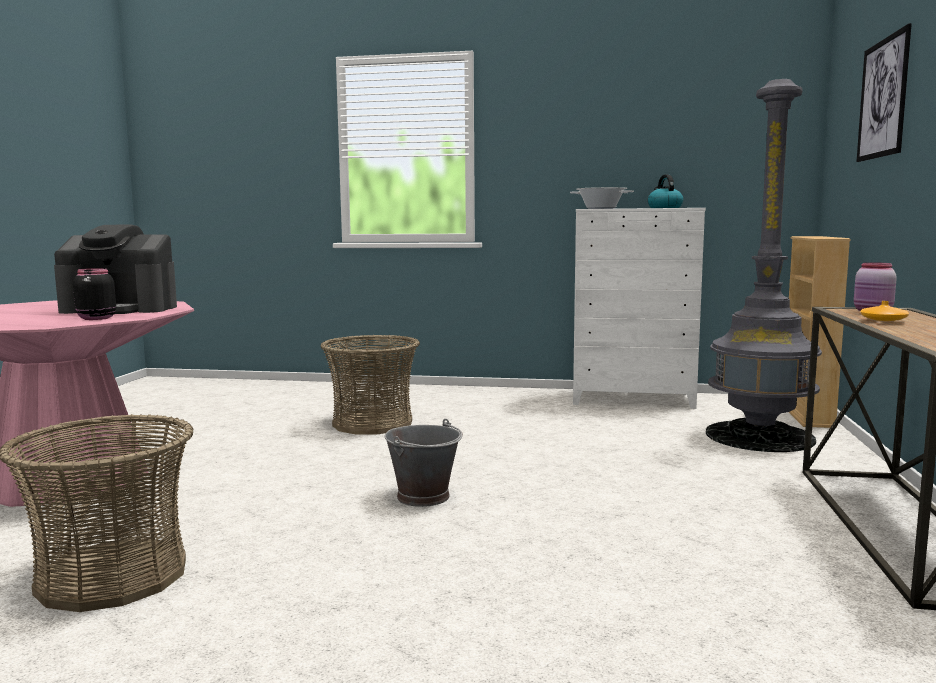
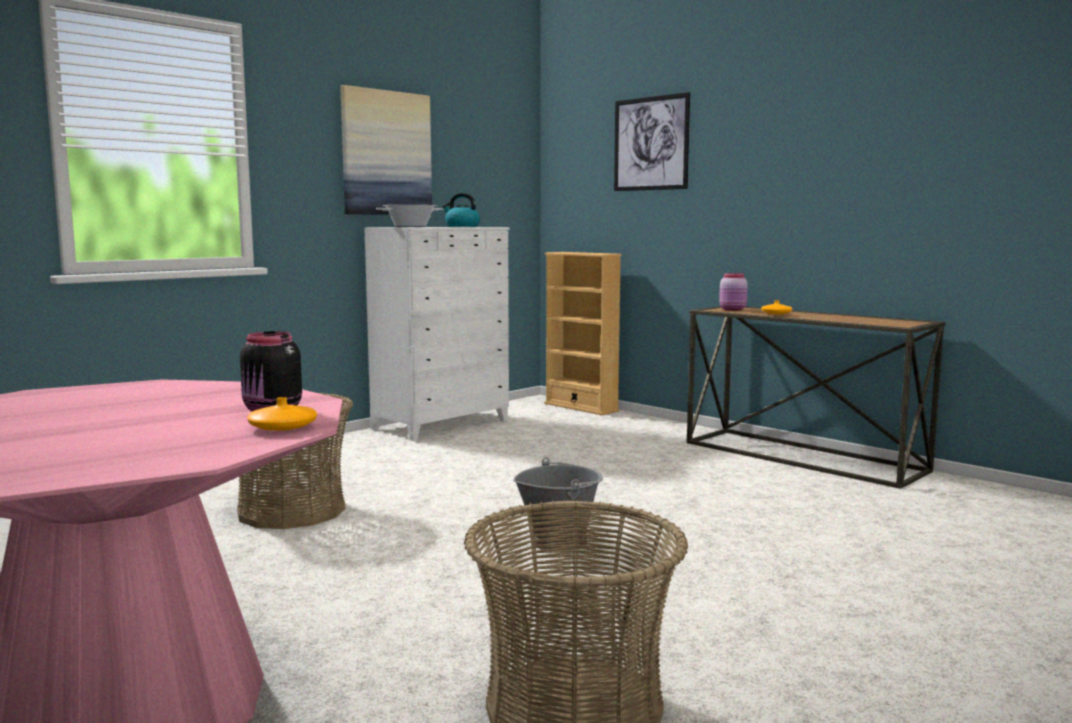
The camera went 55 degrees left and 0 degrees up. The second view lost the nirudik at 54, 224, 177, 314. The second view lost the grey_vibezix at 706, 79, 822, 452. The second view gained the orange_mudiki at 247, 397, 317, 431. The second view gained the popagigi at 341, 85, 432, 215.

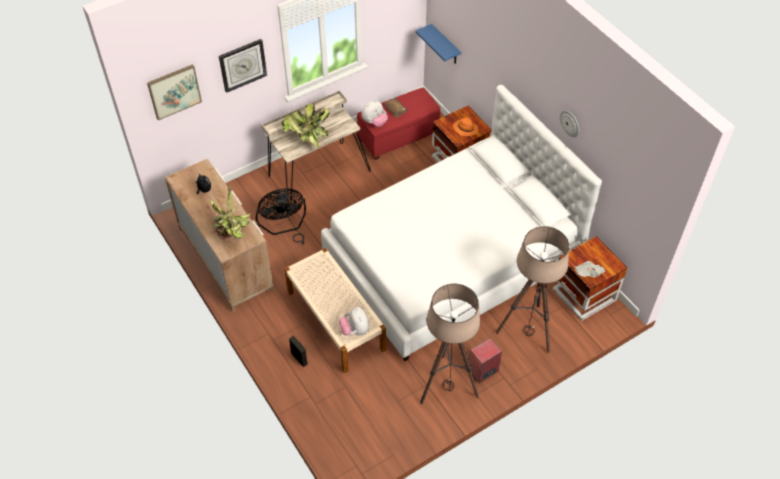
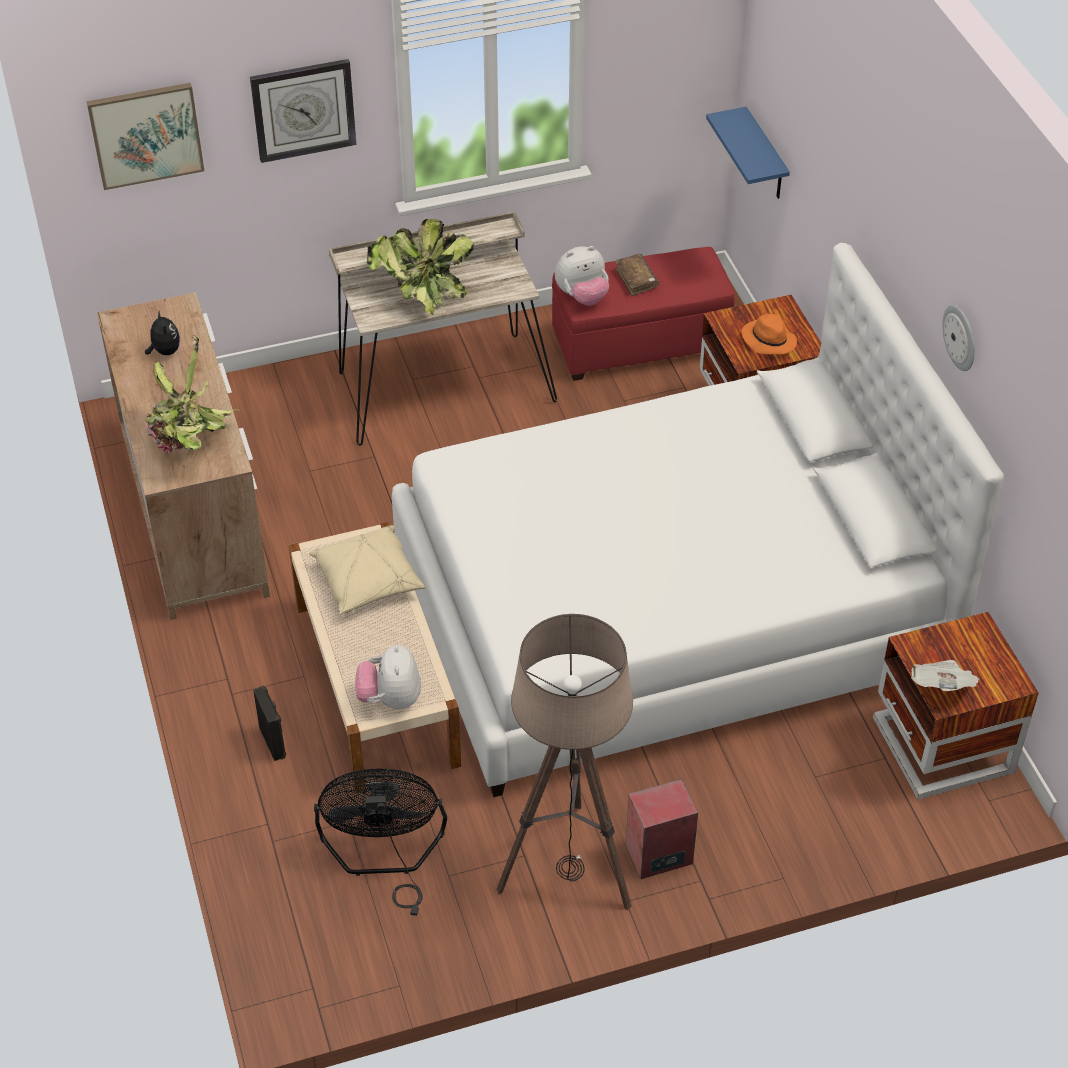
The camera went 15 degrees right and 5 degrees down. The second view lost the vibezix at 496, 226, 569, 353. The second view gained the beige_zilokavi at 309, 525, 426, 615. The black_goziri ended up elsewhere, having gone from 255, 188, 306, 245 to 314, 769, 447, 916.

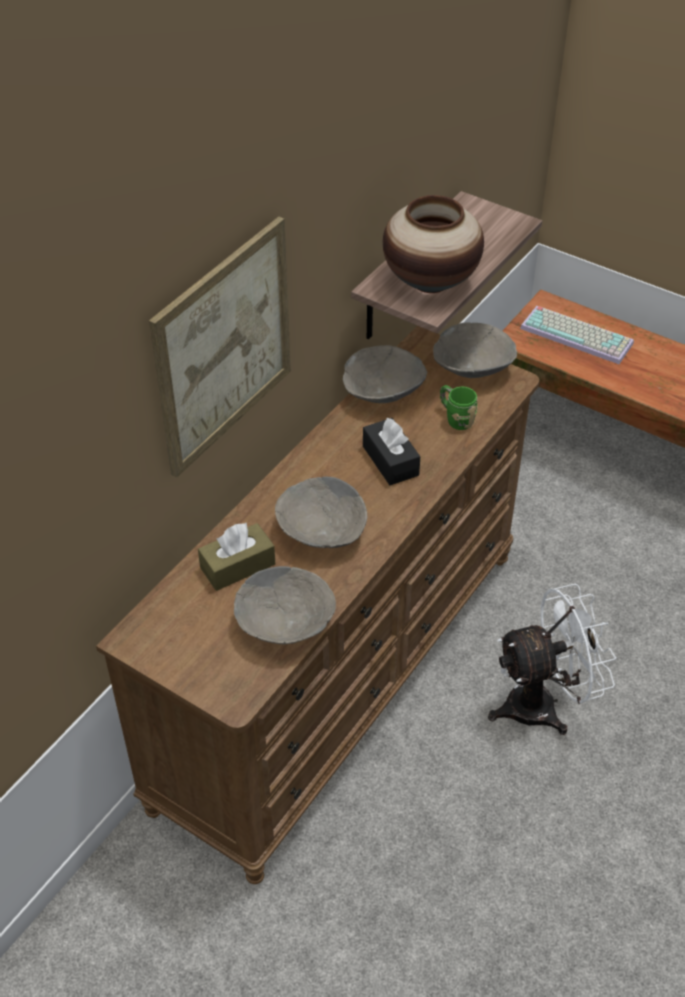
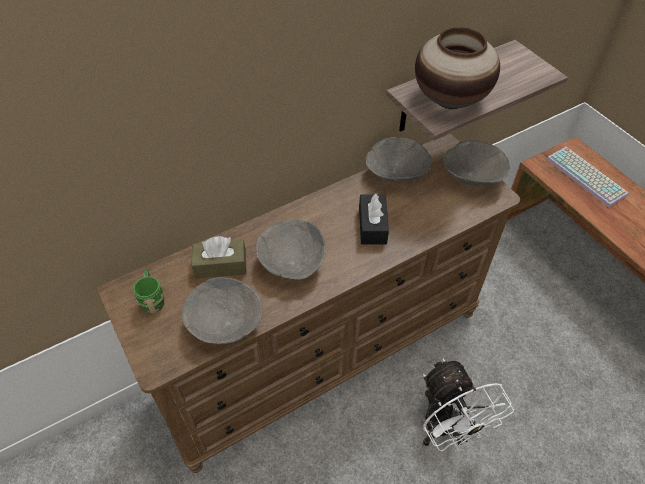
The camera went 25 degrees right and 5 degrees up. The second view lost the popagigi at 149, 216, 291, 478. The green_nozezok ended up elsewhere, having gone from 440, 385, 478, 430 to 134, 270, 164, 313. The white_goziri at 488, 584, 616, 735 ended up facing another way, 60 degrees clockwise from before.

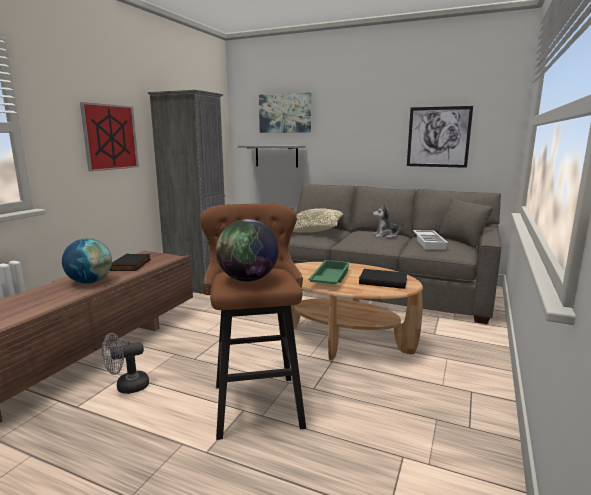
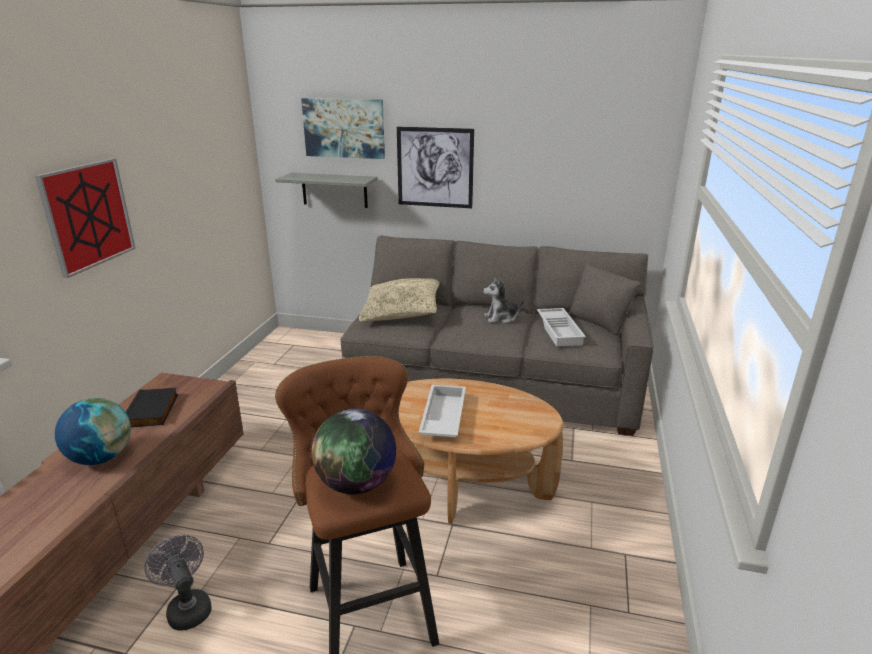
The camera went 10 degrees left and 10 degrees up. The second view lost the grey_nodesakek at 148, 90, 226, 294. The second view lost the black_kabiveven at 359, 269, 407, 289. The popagigi ended up elsewhere, having gone from 407, 106, 473, 168 to 397, 127, 474, 208. What was the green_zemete at 308, 260, 350, 285 turned into the white_zemete at 419, 385, 466, 437. The grey_goziri at 102, 333, 149, 394 ended up facing another way, 90 degrees clockwise from before.

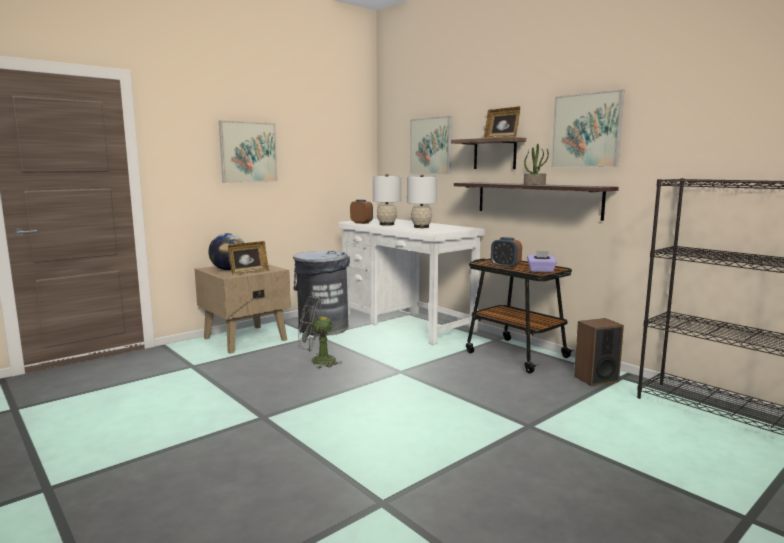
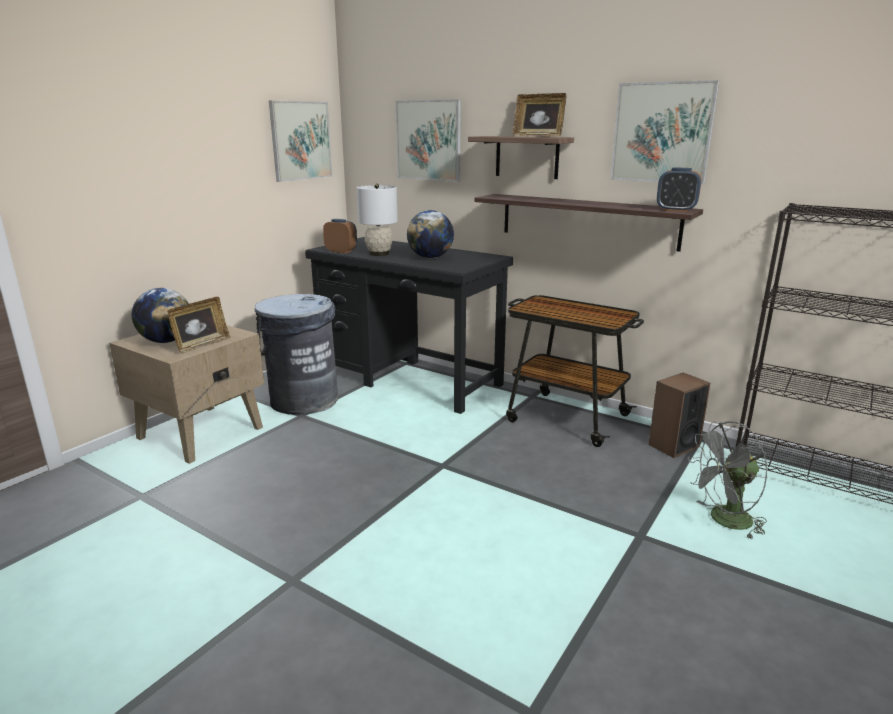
The camera went 15 degrees left and 10 degrees up. The second view lost the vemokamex at 524, 144, 549, 185. The second view lost the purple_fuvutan at 527, 251, 557, 272. The popagigi ended up elsewhere, having gone from 219, 120, 278, 183 to 269, 101, 333, 182. The grey_goziri ended up elsewhere, having gone from 298, 296, 343, 368 to 688, 421, 767, 539. The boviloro ended up elsewhere, having gone from 491, 237, 522, 268 to 657, 168, 701, 212. Where the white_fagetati stood at 407, 174, 437, 228, the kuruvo came to stand at 407, 210, 454, 258. What was the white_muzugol at 338, 219, 485, 345 turned into the black_muzugol at 305, 237, 513, 414.

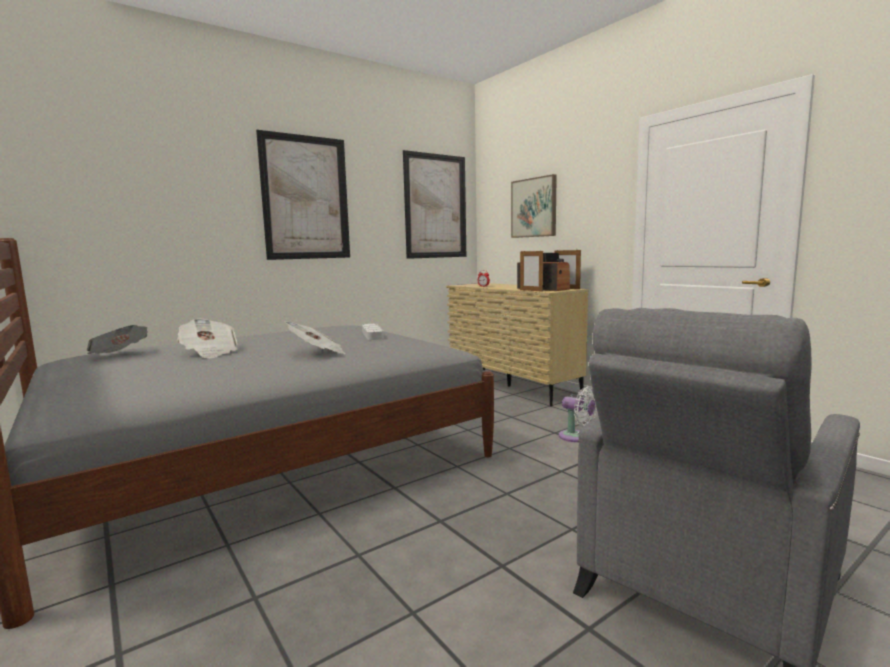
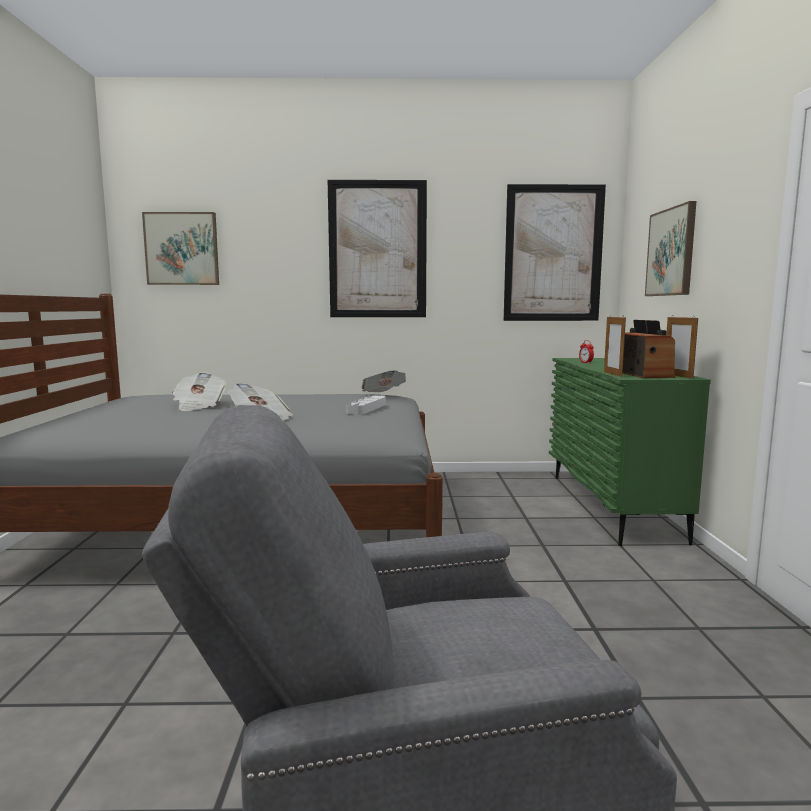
The camera went 35 degrees right and 0 degrees up. The second view lost the white_goziri at 559, 387, 597, 442. The second view gained the popagigi at 142, 212, 219, 285. The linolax ended up elsewhere, having gone from 87, 325, 148, 354 to 361, 370, 406, 392. What was the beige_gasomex at 446, 283, 589, 406 turned into the green_gasomex at 549, 358, 711, 546.

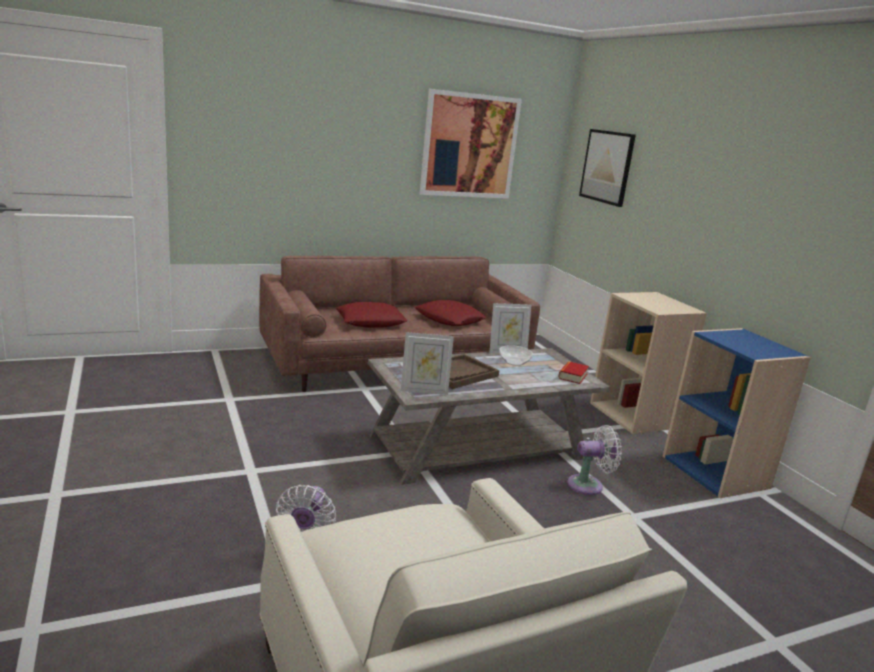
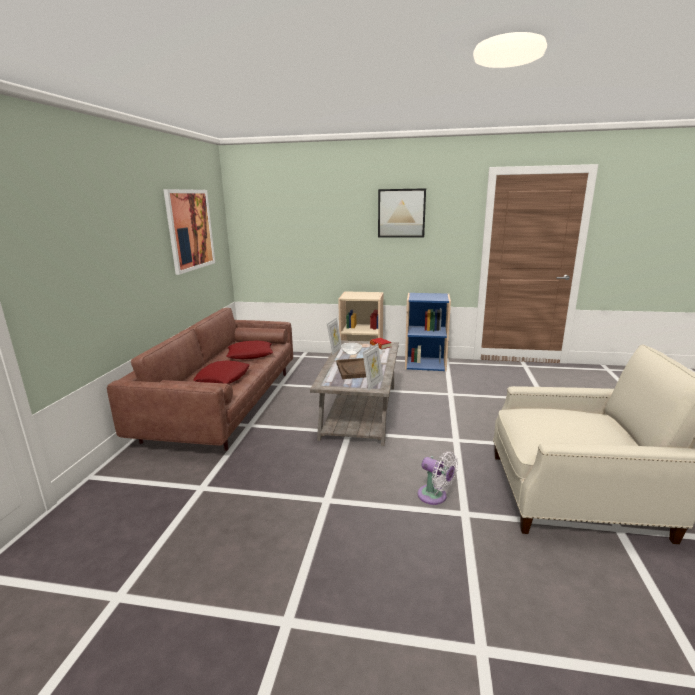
The camera went 55 degrees left and 0 degrees up. The second view lost the white_goziri at 567, 425, 622, 495. The popagigi ended up elsewhere, having gone from 579, 129, 636, 207 to 378, 188, 426, 238.

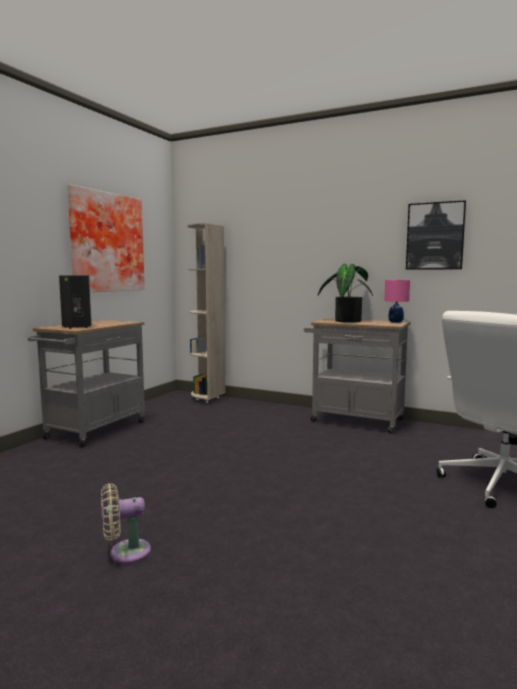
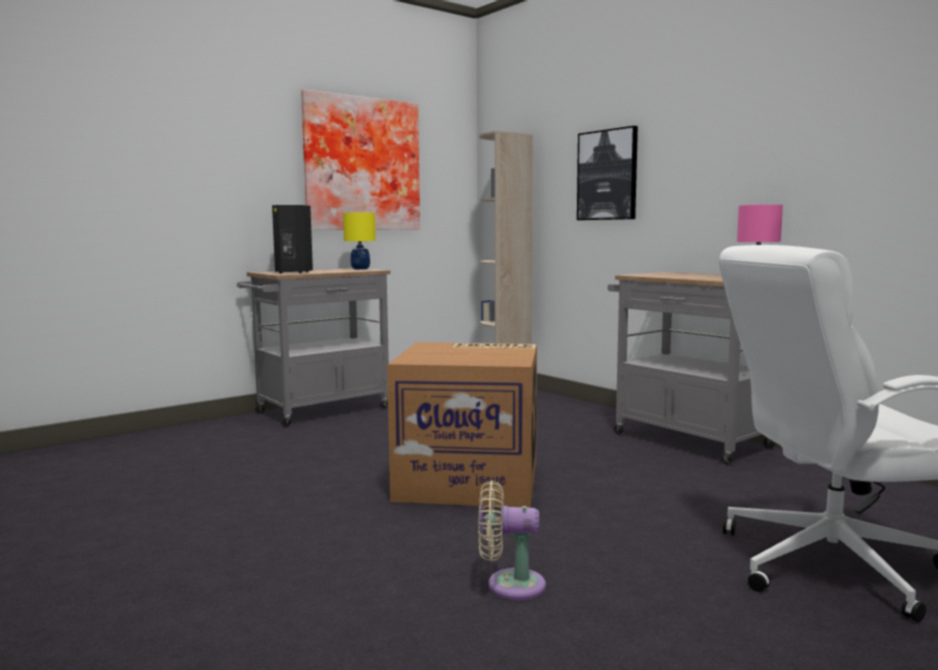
The camera went 25 degrees right and 0 degrees up. The second view lost the vemokamex at 318, 264, 373, 323. The second view gained the yellow_fagetati at 343, 212, 376, 269. The second view gained the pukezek at 387, 342, 537, 508. The beige_goziri ended up elsewhere, having gone from 101, 483, 151, 564 to 478, 480, 546, 600. The popagigi ended up elsewhere, having gone from 406, 200, 466, 270 to 577, 126, 638, 220.

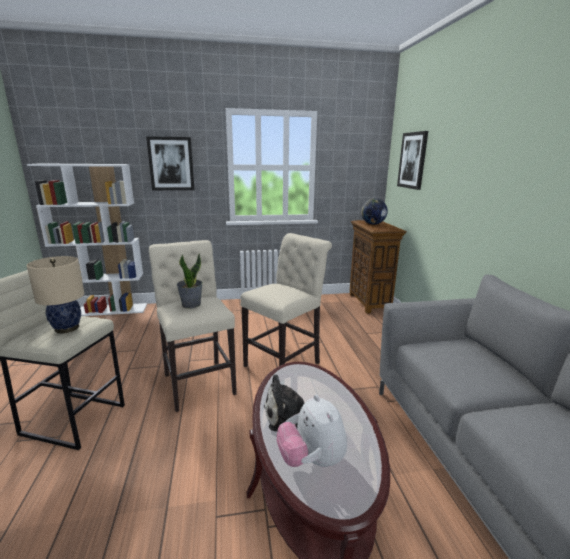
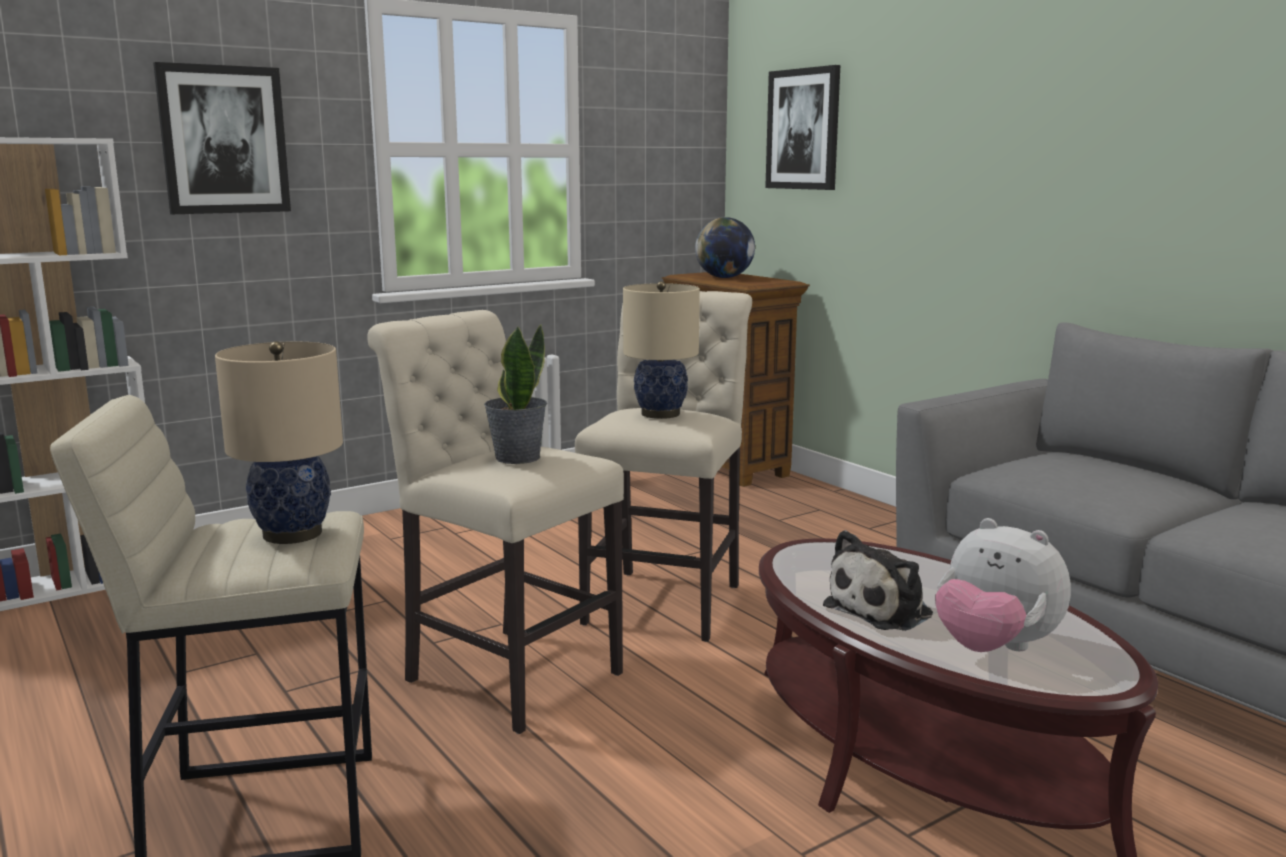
The camera went 25 degrees left and 5 degrees down. The second view gained the beige_fagetati at 623, 281, 700, 419.

